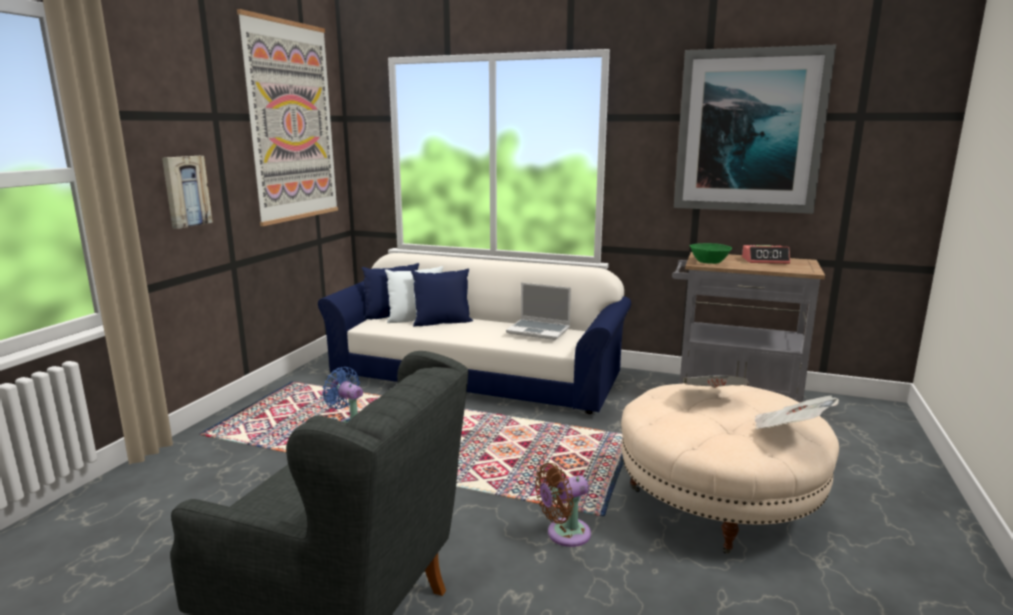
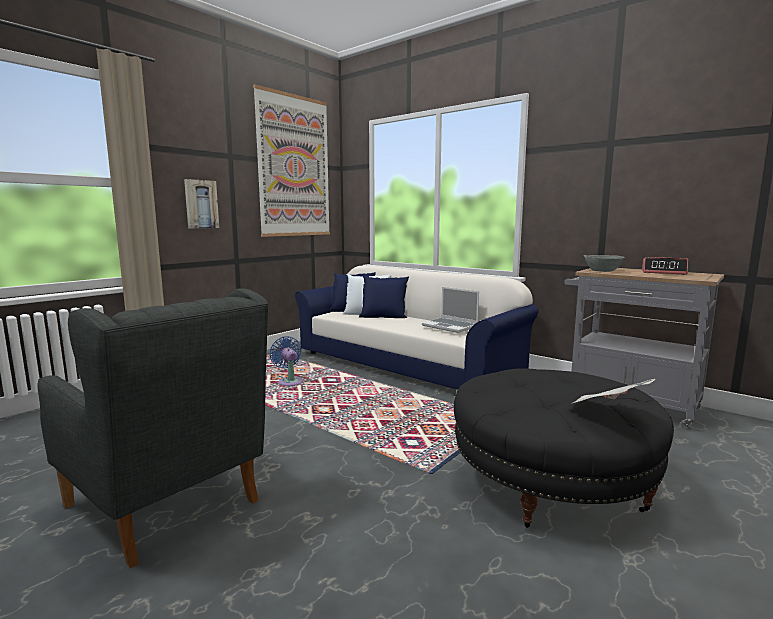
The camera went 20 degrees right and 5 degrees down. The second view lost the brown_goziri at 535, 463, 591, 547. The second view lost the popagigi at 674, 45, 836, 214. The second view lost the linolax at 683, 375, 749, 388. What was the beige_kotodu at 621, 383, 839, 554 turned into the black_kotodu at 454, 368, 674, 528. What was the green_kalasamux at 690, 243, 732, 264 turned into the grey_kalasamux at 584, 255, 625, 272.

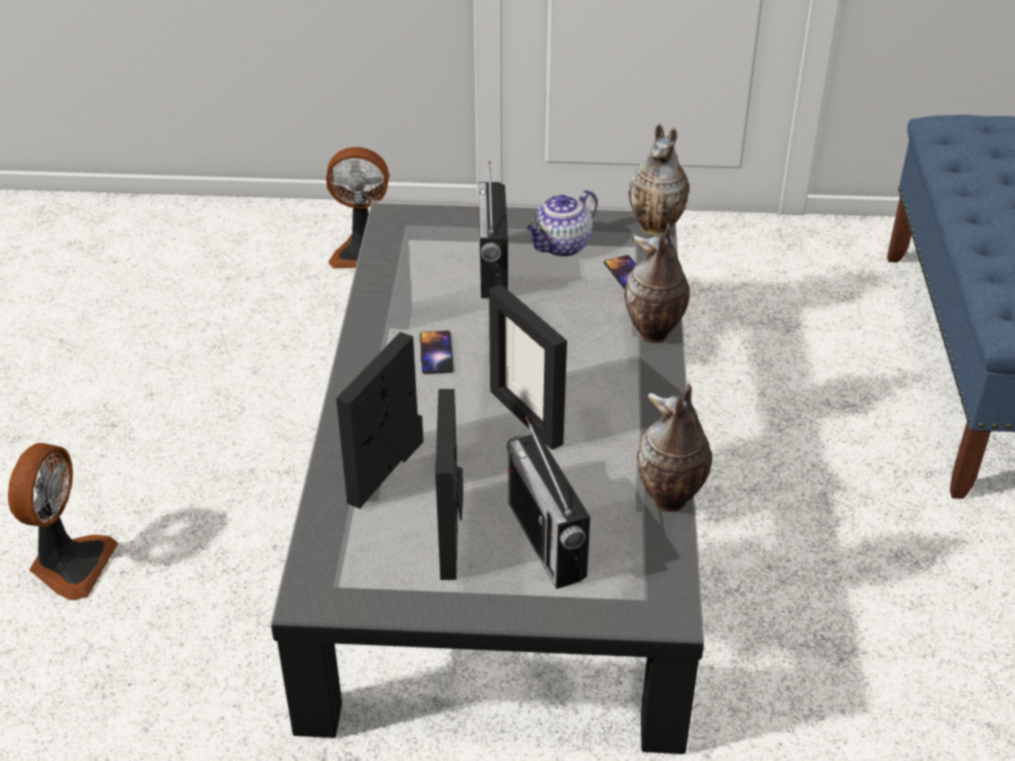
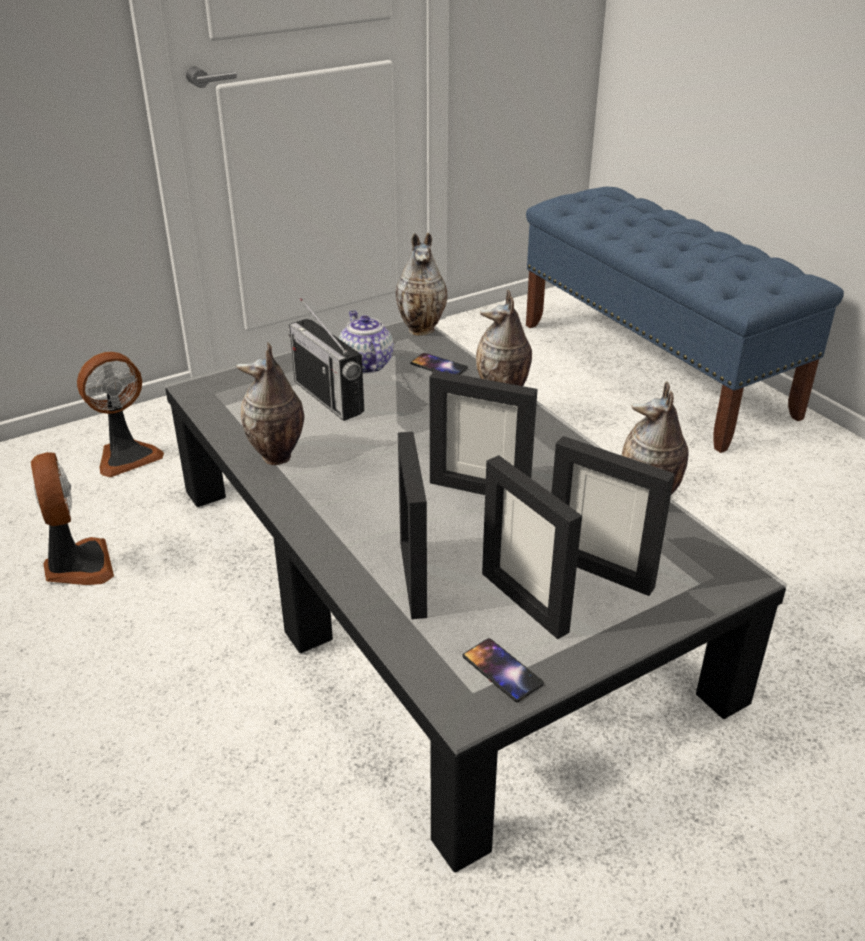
The camera went 35 degrees left and 5 degrees down. The second view gained the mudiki at 237, 342, 304, 465. The goziri ended up elsewhere, having gone from 8, 443, 118, 600 to 31, 452, 114, 585. The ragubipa ended up elsewhere, having gone from 420, 331, 454, 374 to 463, 638, 544, 702. Where the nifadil stood at 506, 416, 590, 589, the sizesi came to stand at 552, 436, 675, 596. The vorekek at 527, 190, 597, 257 ended up facing another way, 150 degrees clockwise from before.

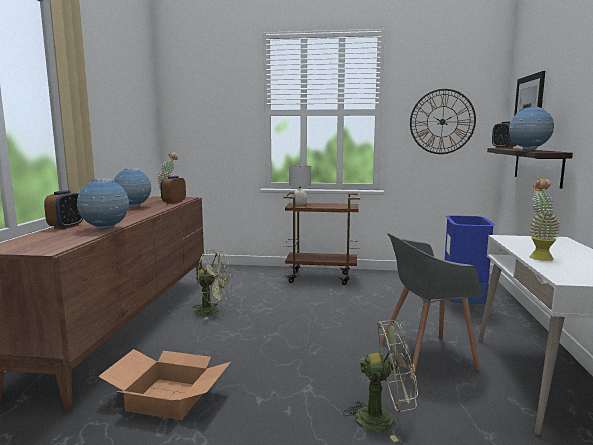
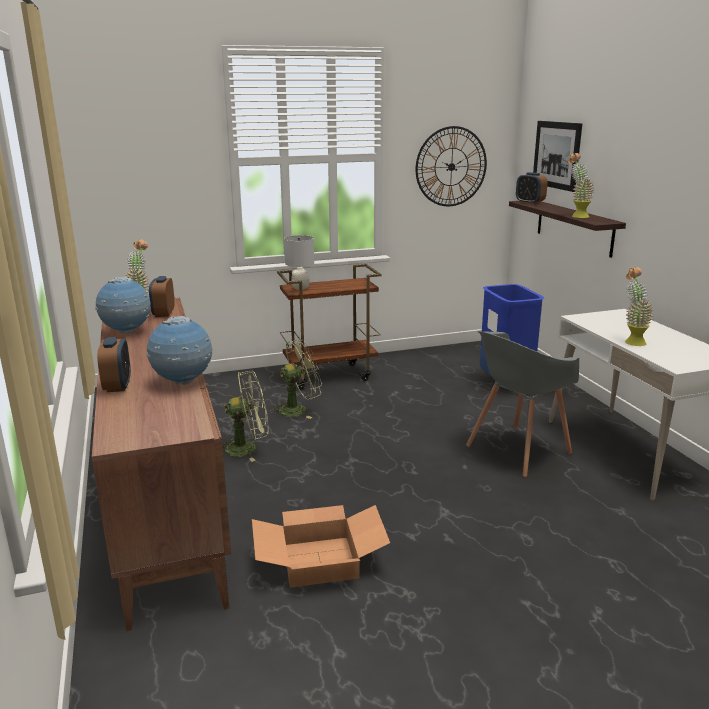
The camera went 25 degrees left and 10 degrees up. The green_goziri ended up elsewhere, having gone from 343, 320, 418, 442 to 269, 340, 322, 419. Where the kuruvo stood at 509, 106, 554, 151, the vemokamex came to stand at 568, 153, 594, 218.

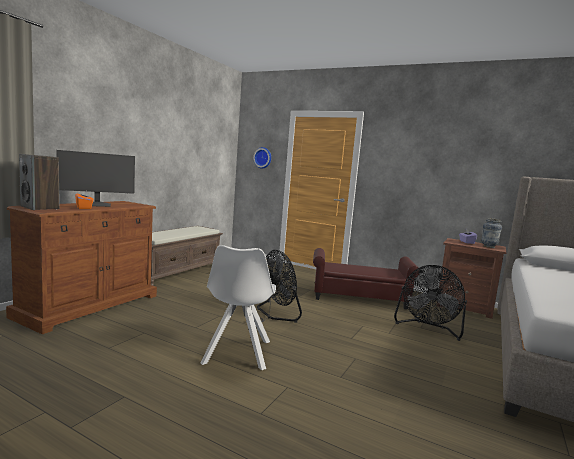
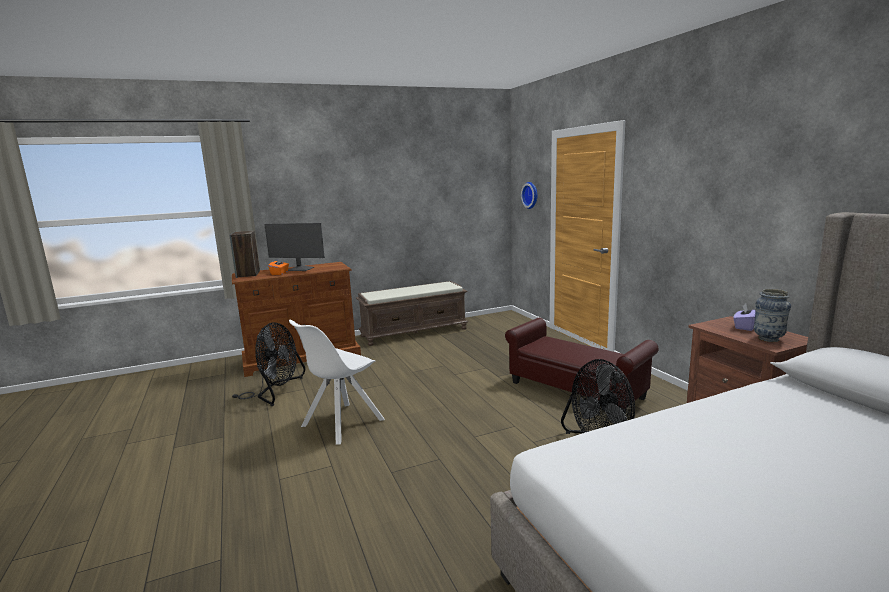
The camera went 40 degrees right and 5 degrees up. The black_goziri ended up elsewhere, having gone from 257, 250, 302, 323 to 232, 322, 305, 406.

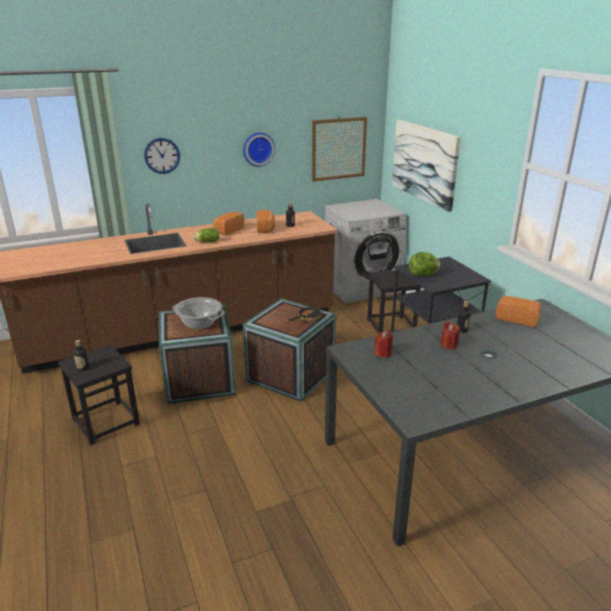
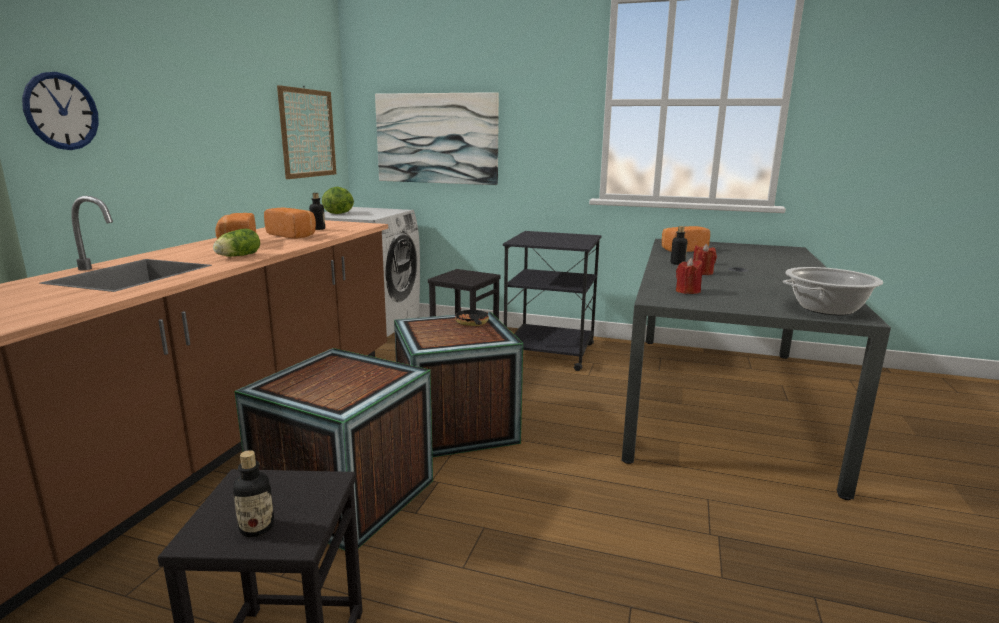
The camera went 50 degrees left and 10 degrees down. The second view lost the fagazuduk at 243, 132, 275, 167. The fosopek ended up elsewhere, having gone from 172, 297, 225, 330 to 783, 267, 883, 315. The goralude ended up elsewhere, having gone from 409, 252, 440, 276 to 322, 187, 354, 214.

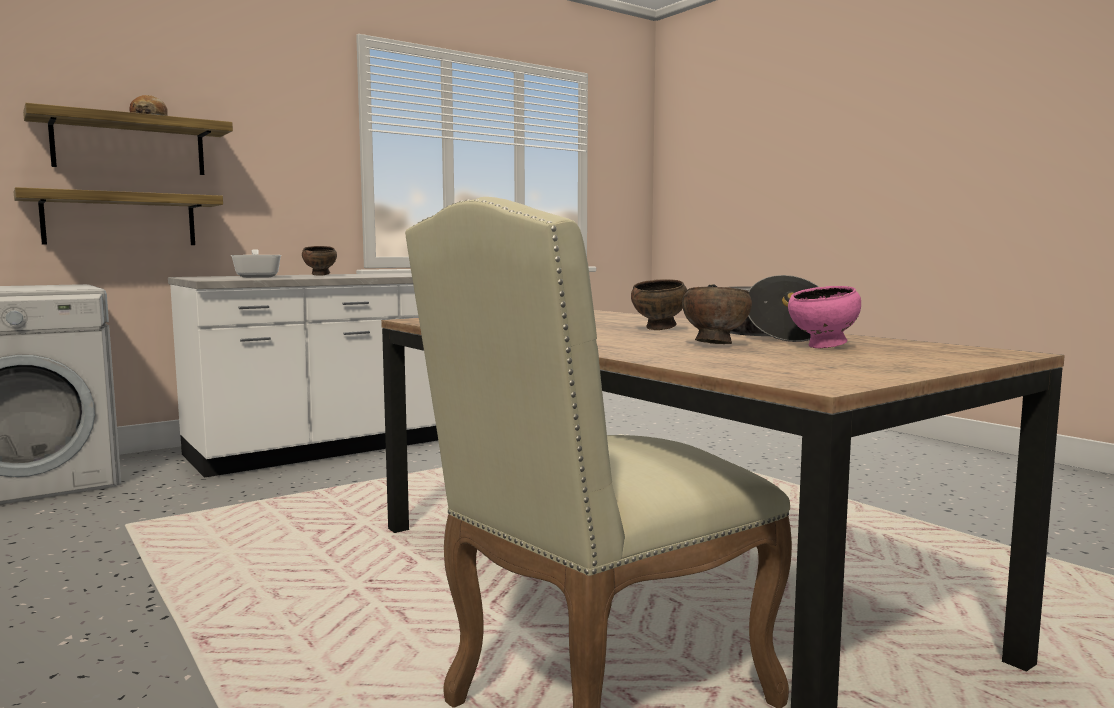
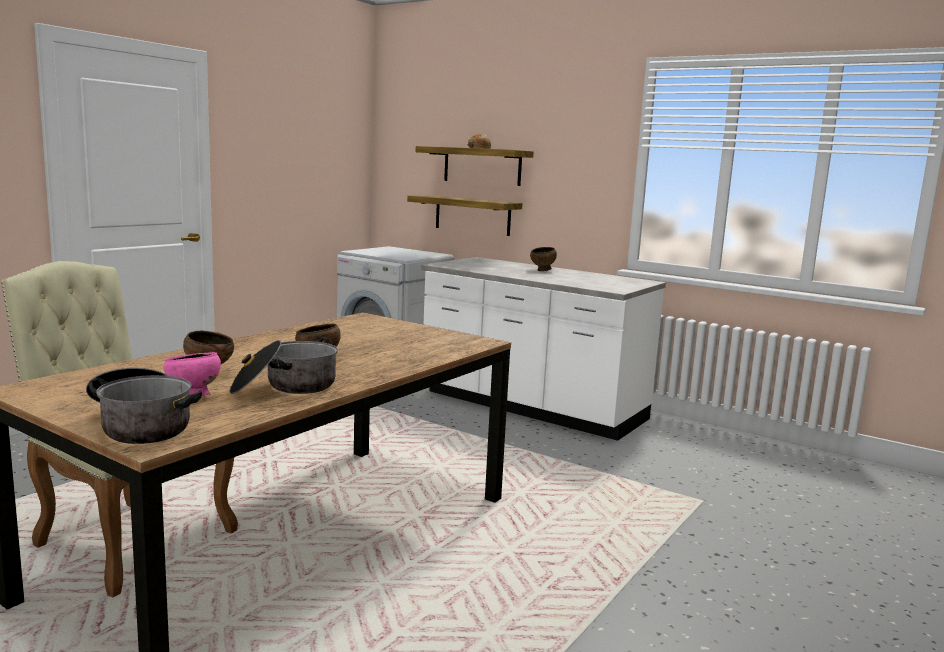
The camera went 70 degrees right and 5 degrees up. The second view lost the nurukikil at 231, 249, 282, 278. The second view gained the fosopek at 86, 368, 202, 444.

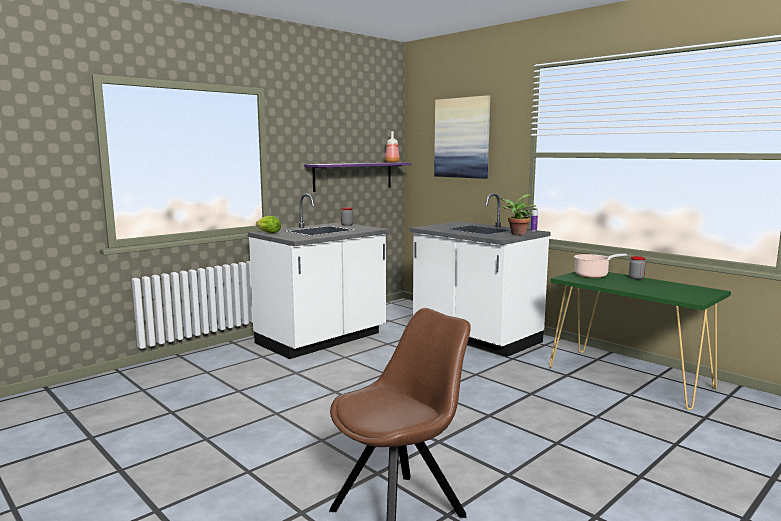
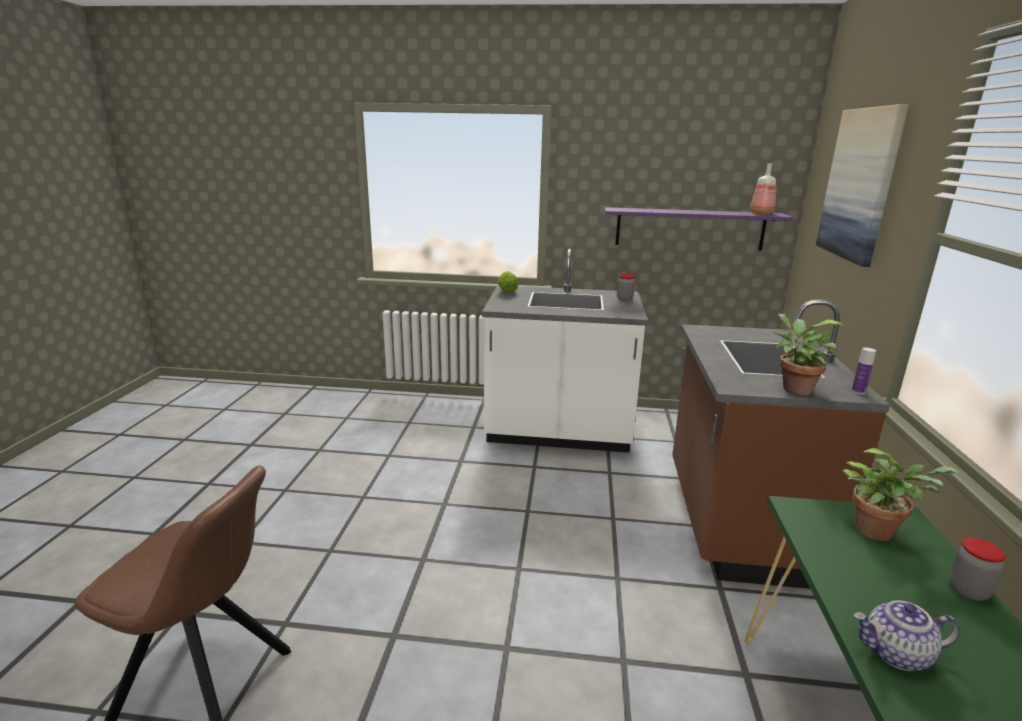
The camera went 50 degrees right and 10 degrees up. The second view gained the vorekek at 853, 600, 960, 671. Where the fosopek stood at 574, 253, 627, 278, the vemokamex came to stand at 842, 448, 961, 541. What was the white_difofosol at 409, 193, 551, 357 turned into the brown_difofosol at 672, 300, 890, 589.

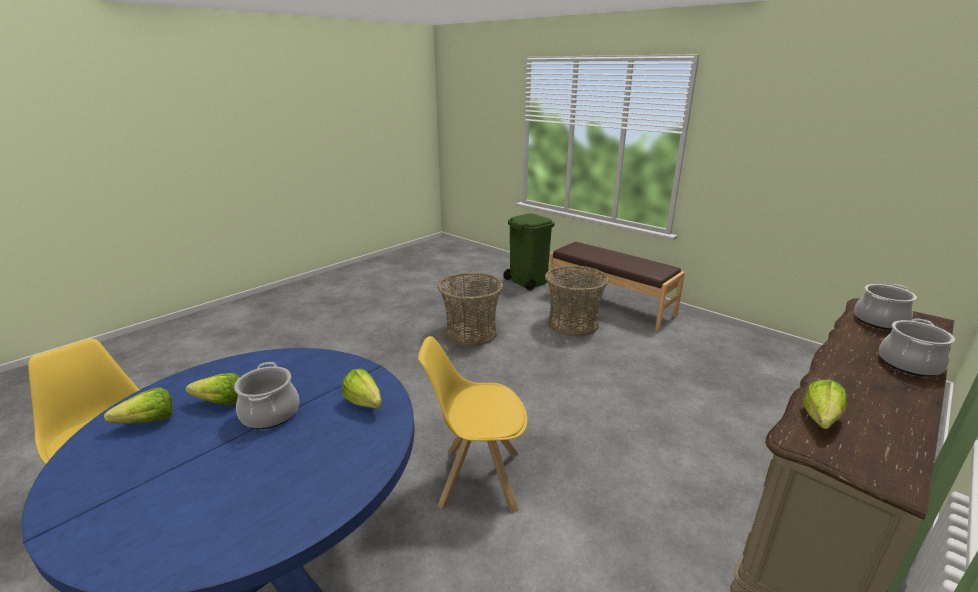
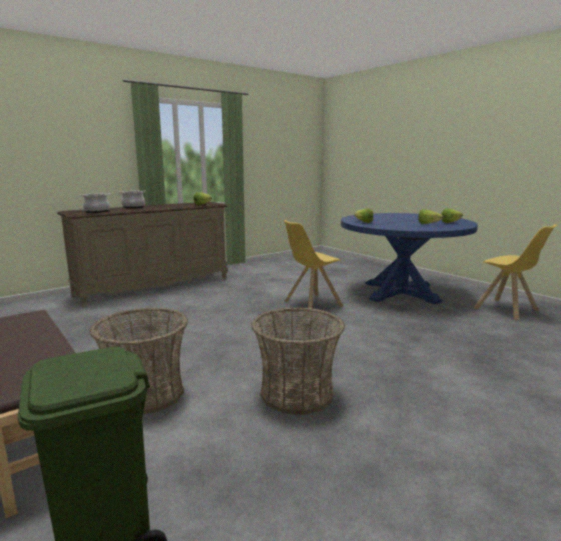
The camera went 170 degrees left and 10 degrees down. The second view lost the fosopek at 234, 362, 299, 429. The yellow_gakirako at 418, 336, 527, 513 ended up facing another way, 135 degrees clockwise from before.

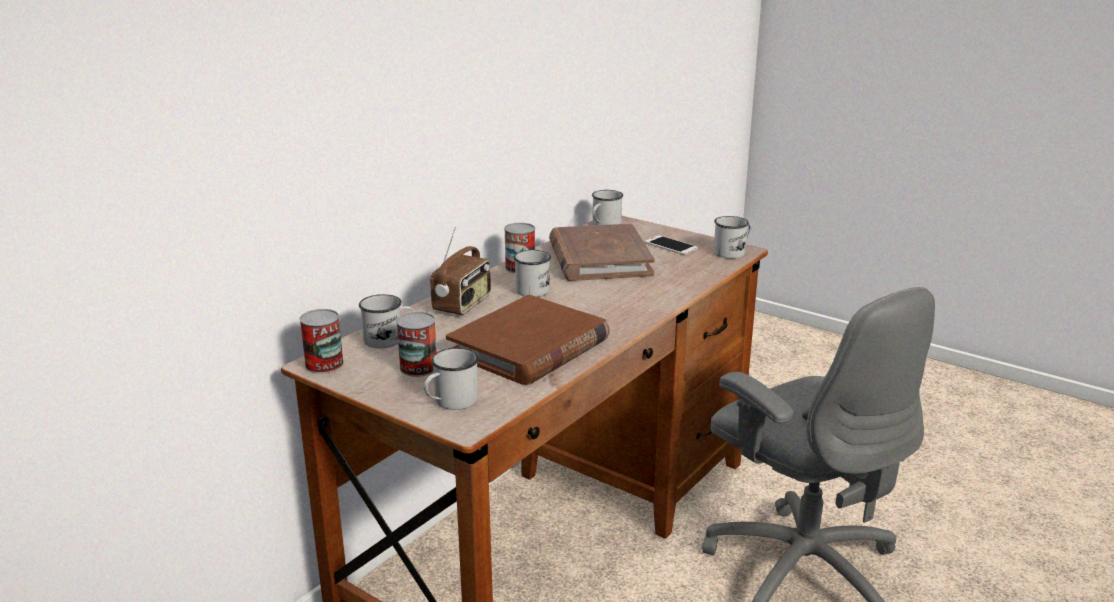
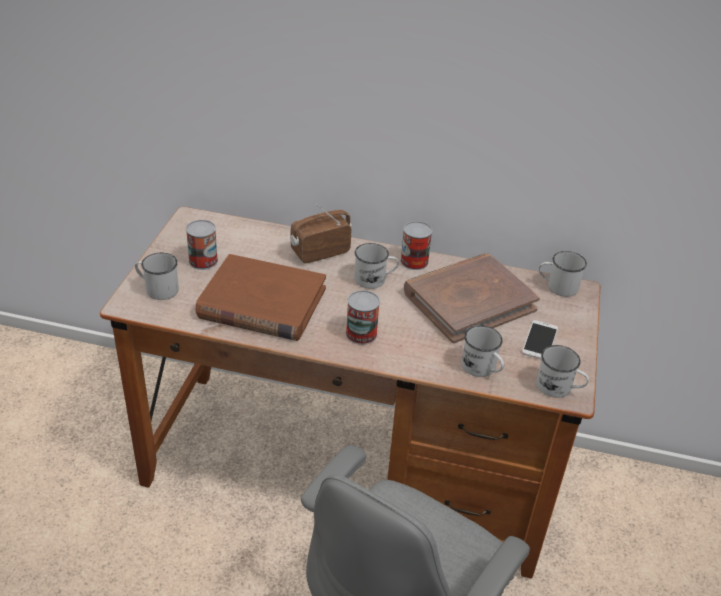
The camera went 65 degrees right and 15 degrees up. The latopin ended up elsewhere, having gone from 299, 309, 344, 374 to 346, 290, 380, 345. The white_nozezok ended up elsewhere, having gone from 359, 294, 415, 348 to 462, 326, 504, 377. The nifadil at 430, 227, 491, 315 ended up facing another way, 150 degrees clockwise from before.

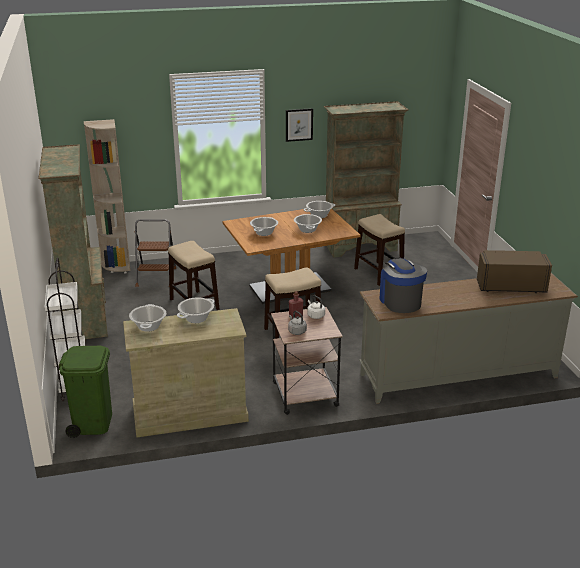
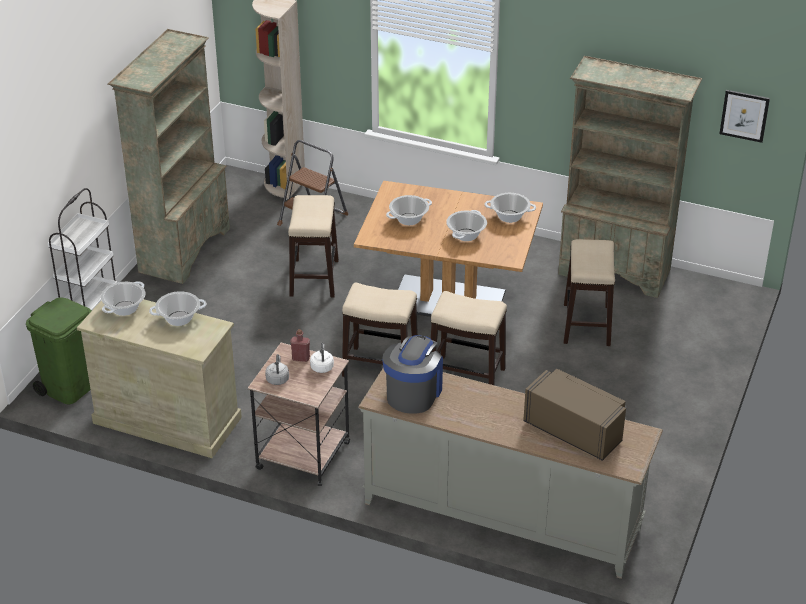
The camera went 35 degrees right and 10 degrees up. The second view gained the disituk at 430, 291, 507, 385. The popagigi ended up elsewhere, having gone from 286, 108, 313, 142 to 719, 90, 770, 143.

